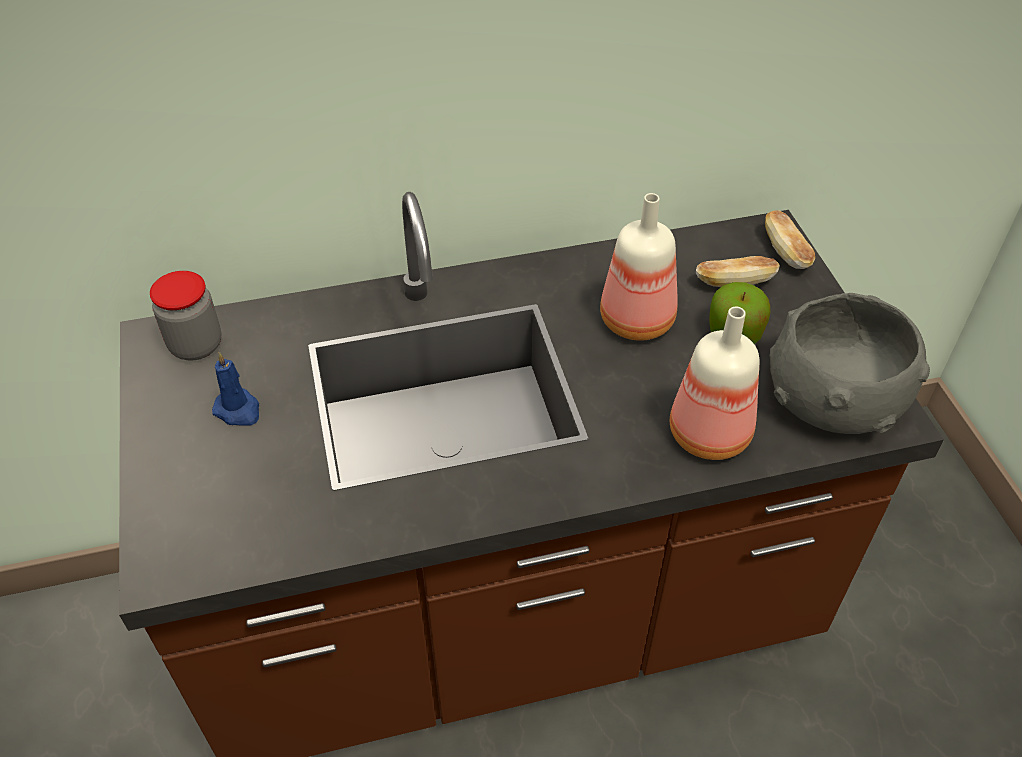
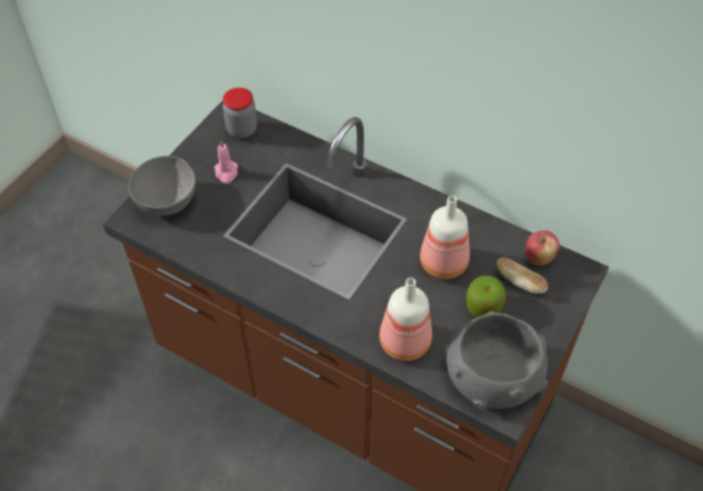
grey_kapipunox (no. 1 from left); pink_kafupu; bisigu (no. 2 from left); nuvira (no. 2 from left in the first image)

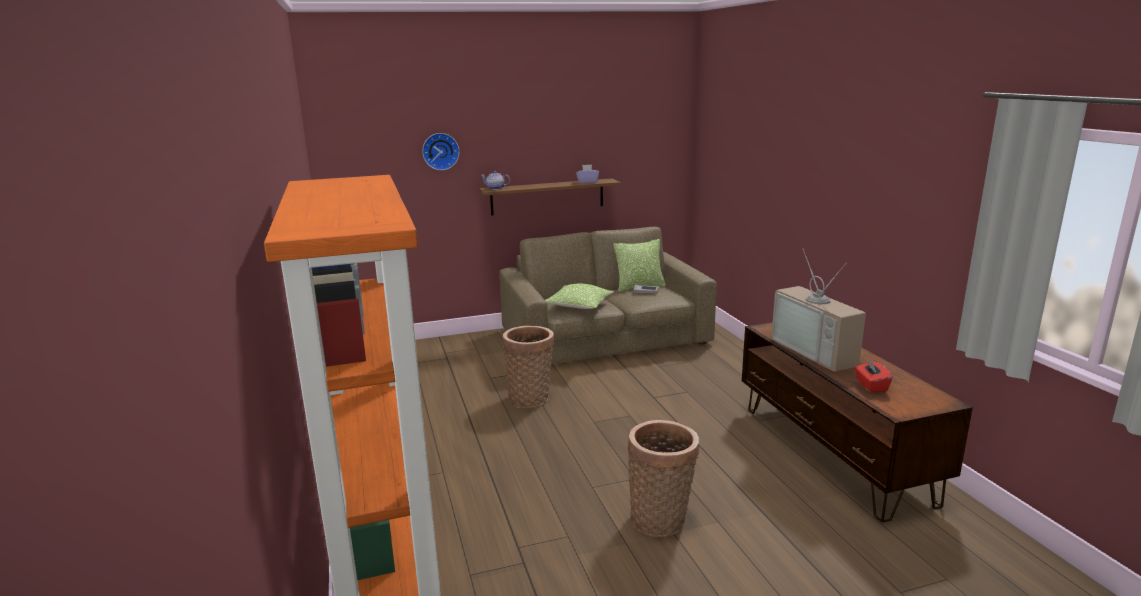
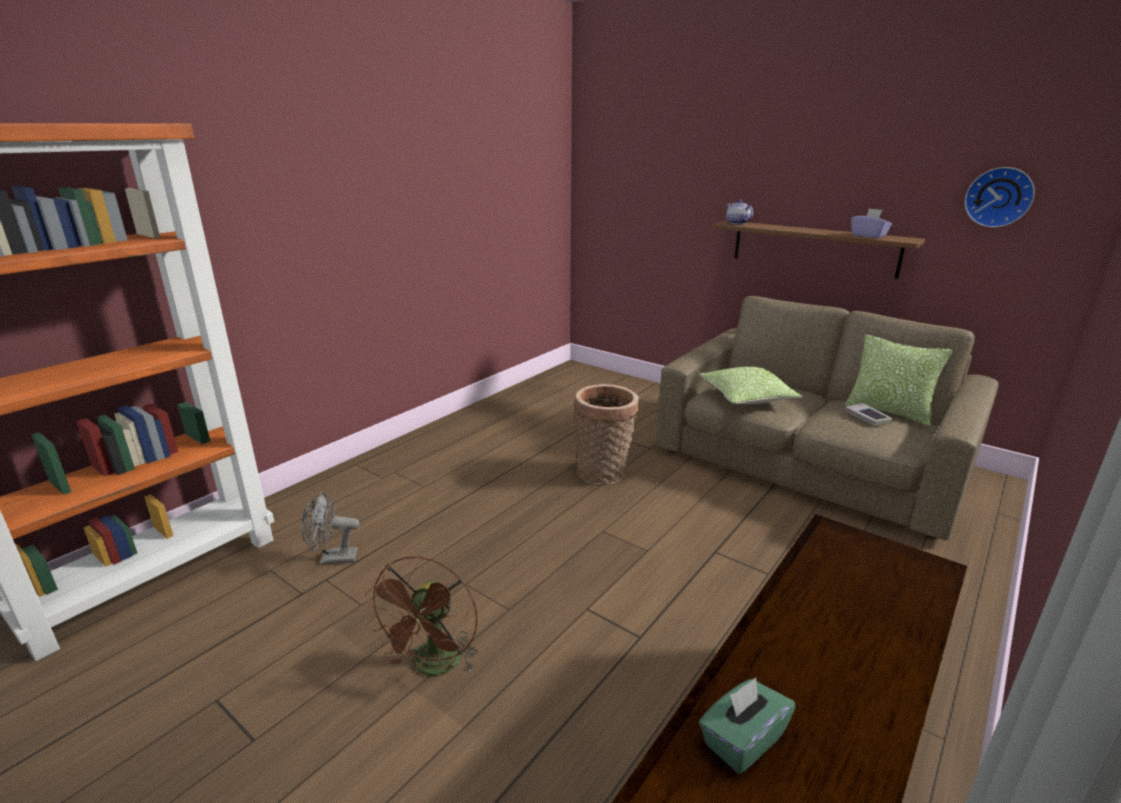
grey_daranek; brown_daranek; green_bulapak; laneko; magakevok

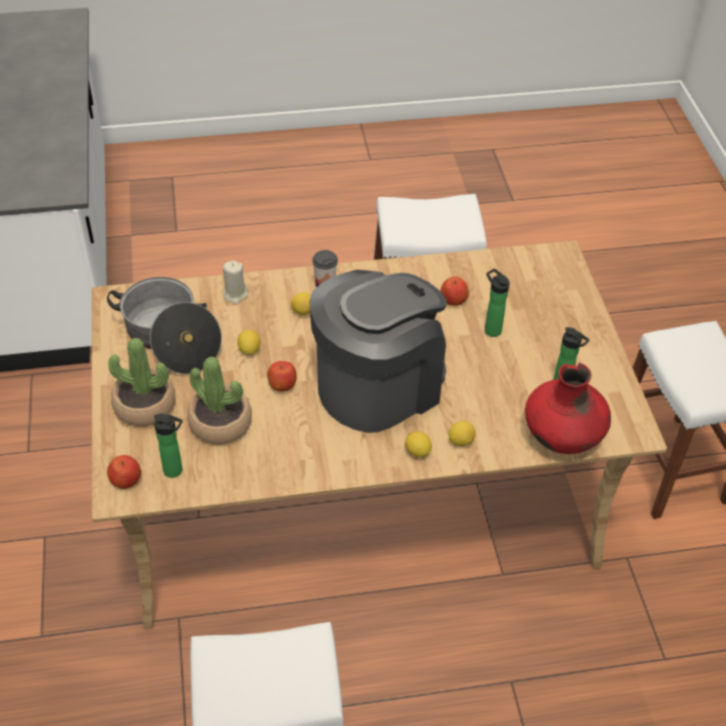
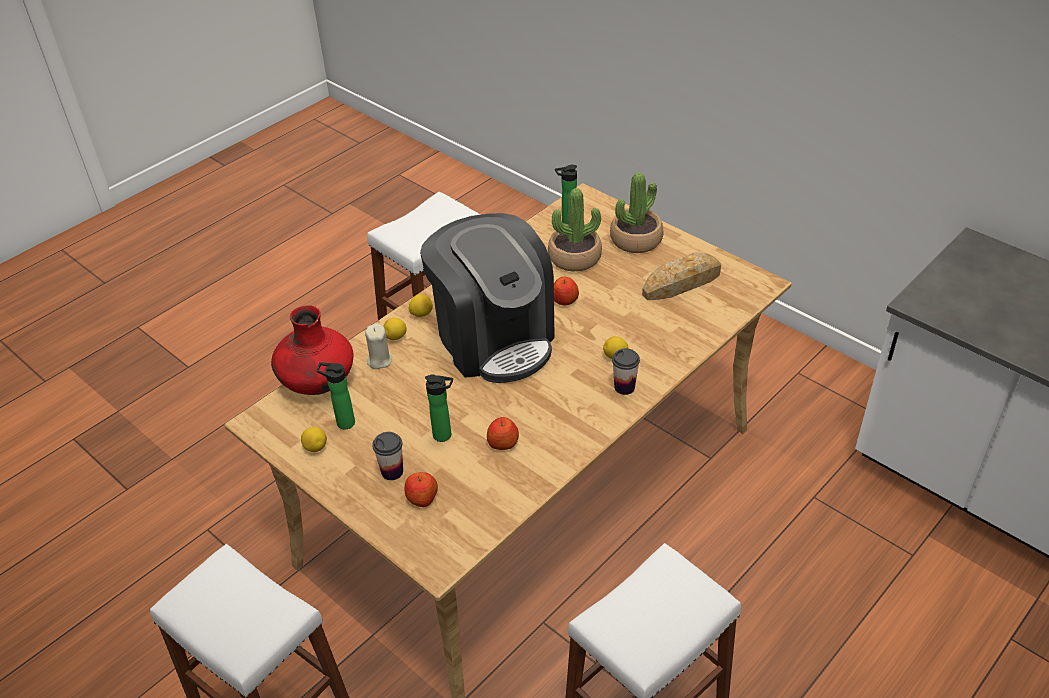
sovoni (no. 1 from left); beige_kafupu; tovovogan (no. 1 from left); bisigu (no. 1 from left); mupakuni; nuvira

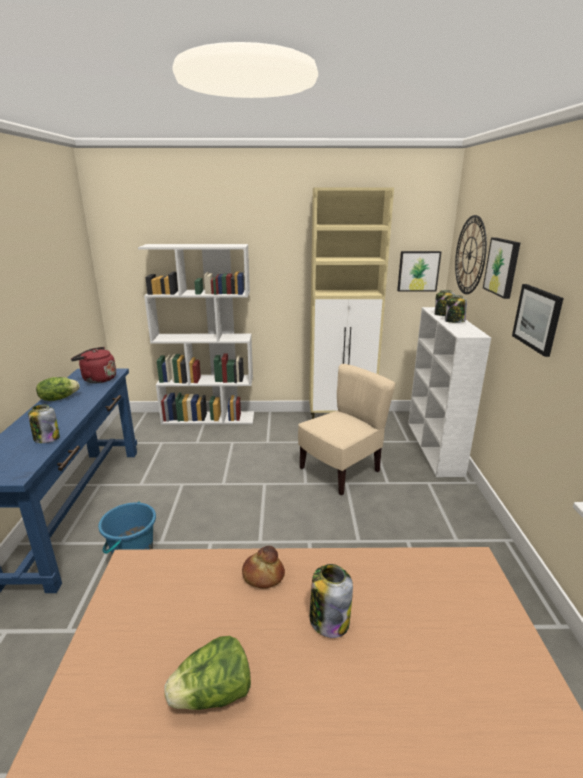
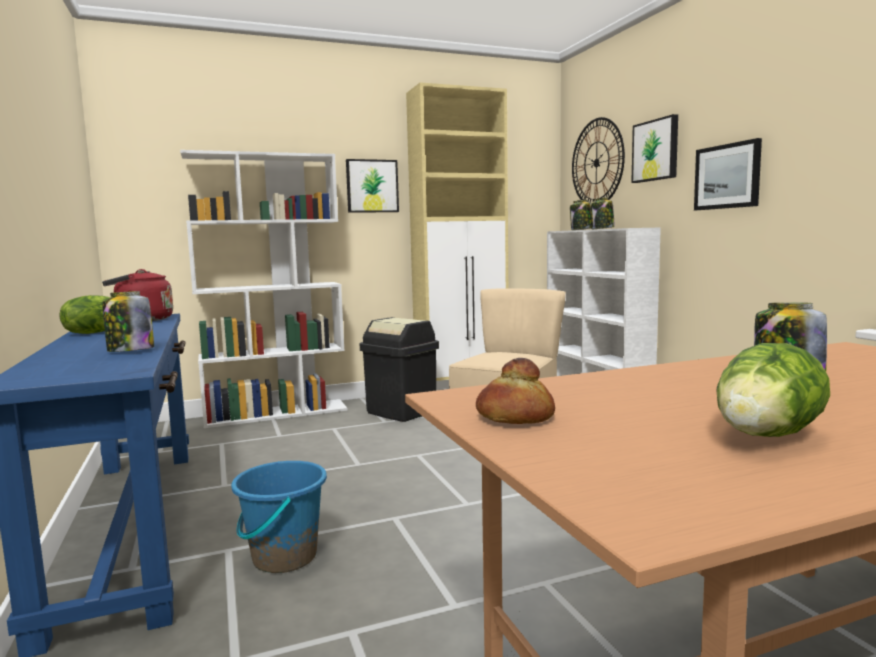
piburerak (no. 1 from left); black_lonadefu; nuvira

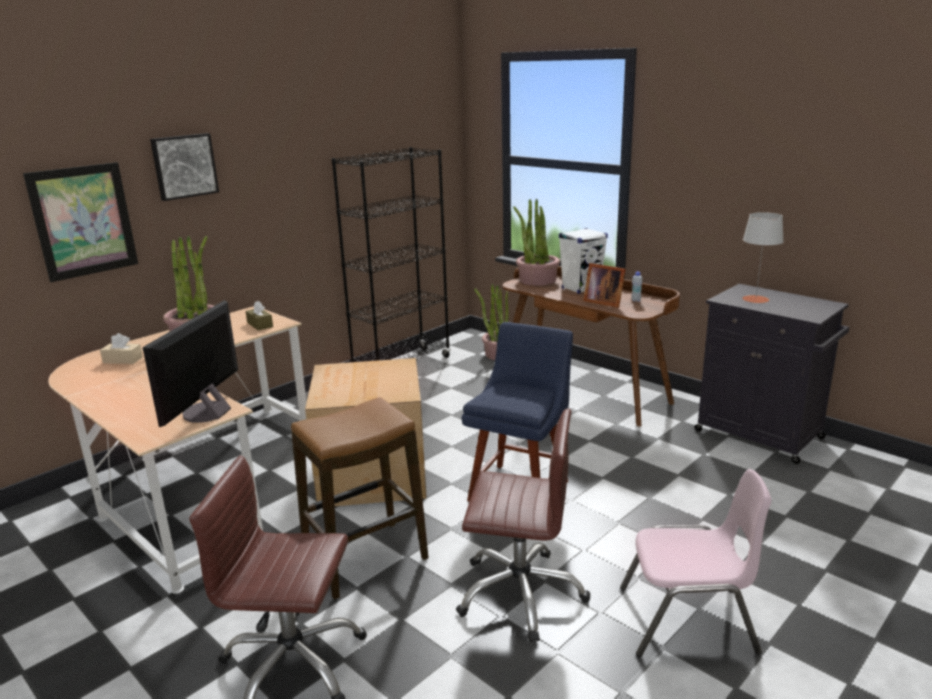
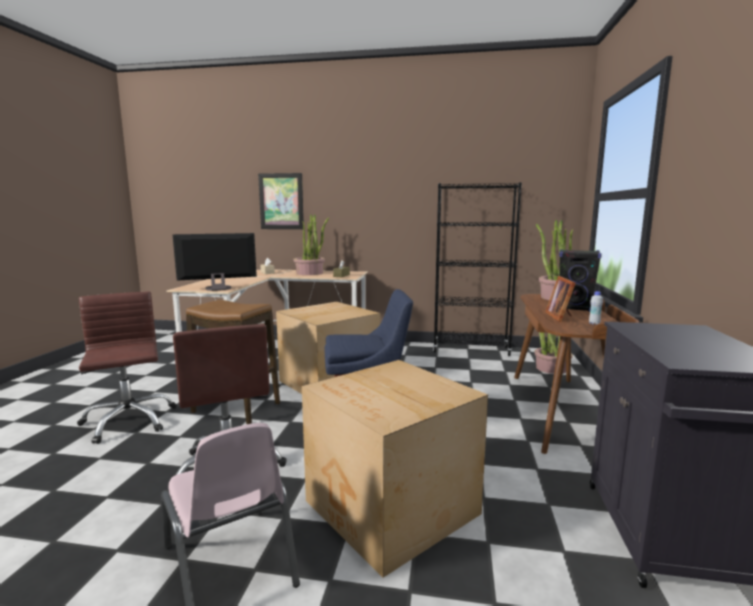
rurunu (no. 2 from left); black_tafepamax; piburerak (no. 2 from left in the first image); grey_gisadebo

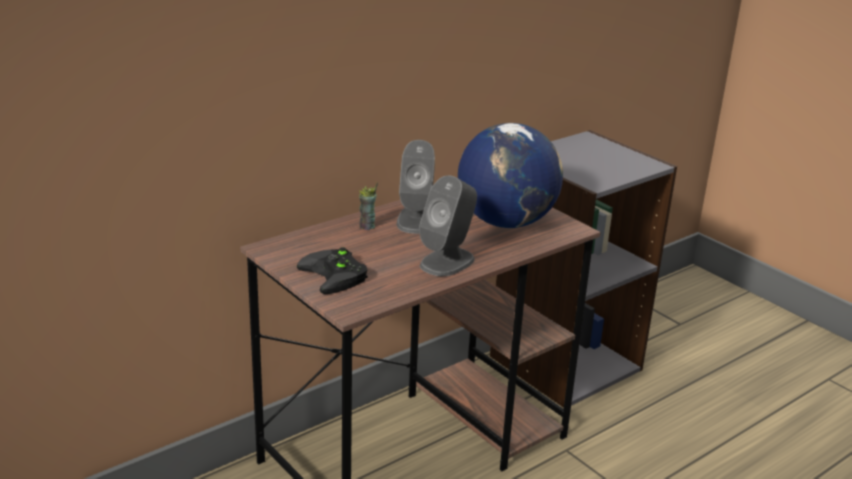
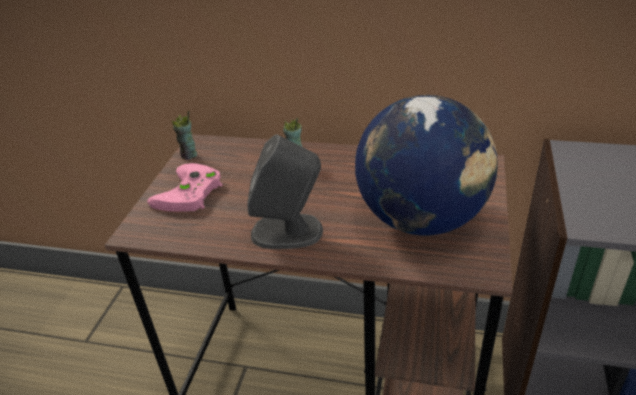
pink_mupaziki; tovovogan (no. 1 from left); grey_tafepamax (no. 1 from left in the first image)

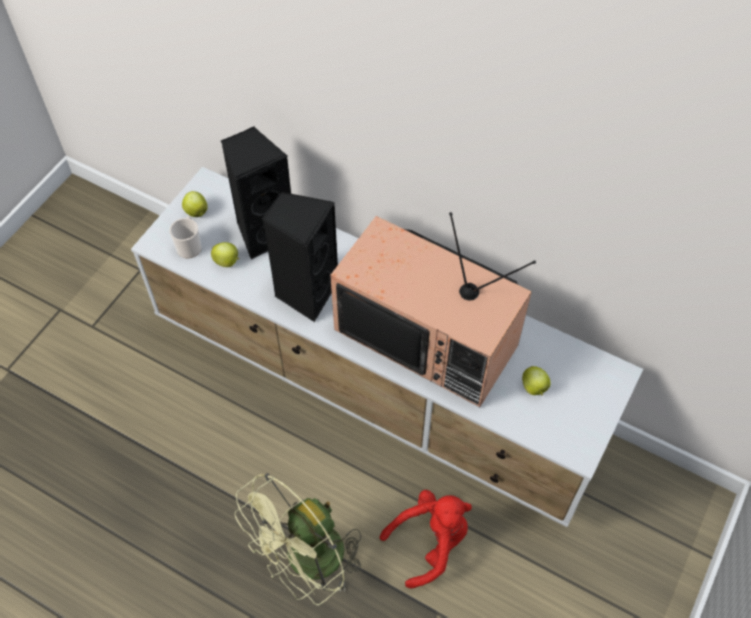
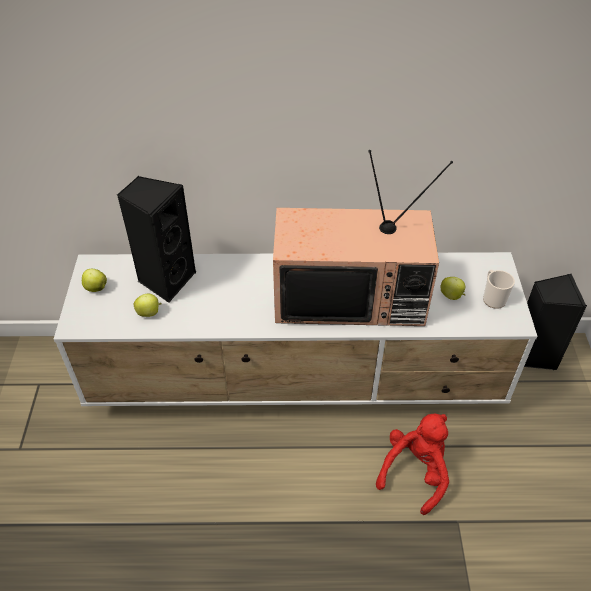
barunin; black_tafepamax (no. 2 from left); green_daranek

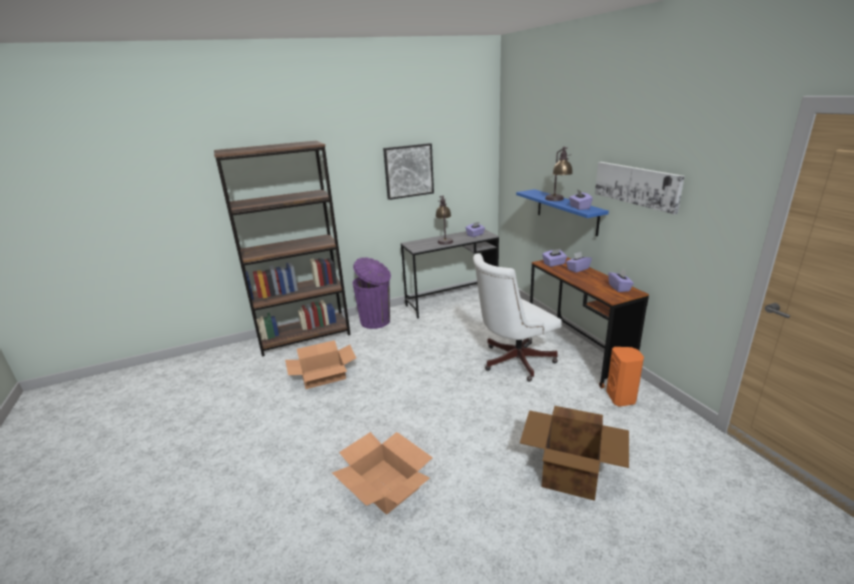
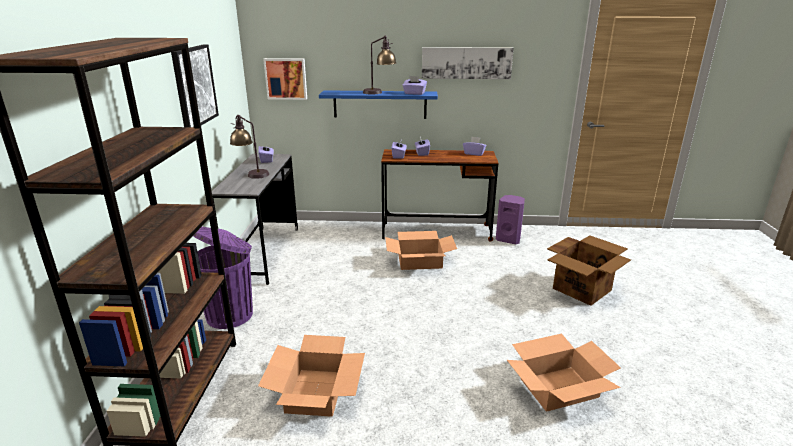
piburerak (no. 2 from left); rurunu (no. 2 from left); purple_tafepamax

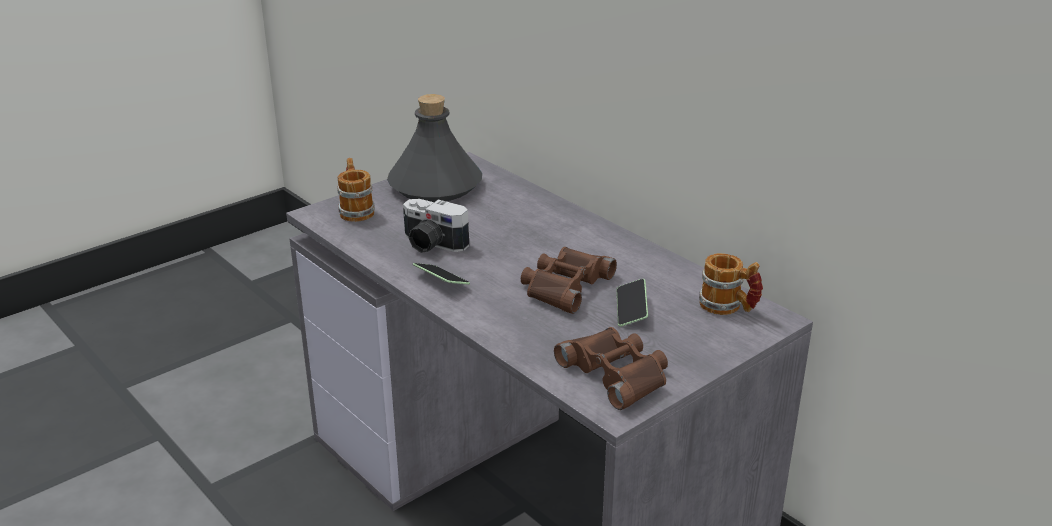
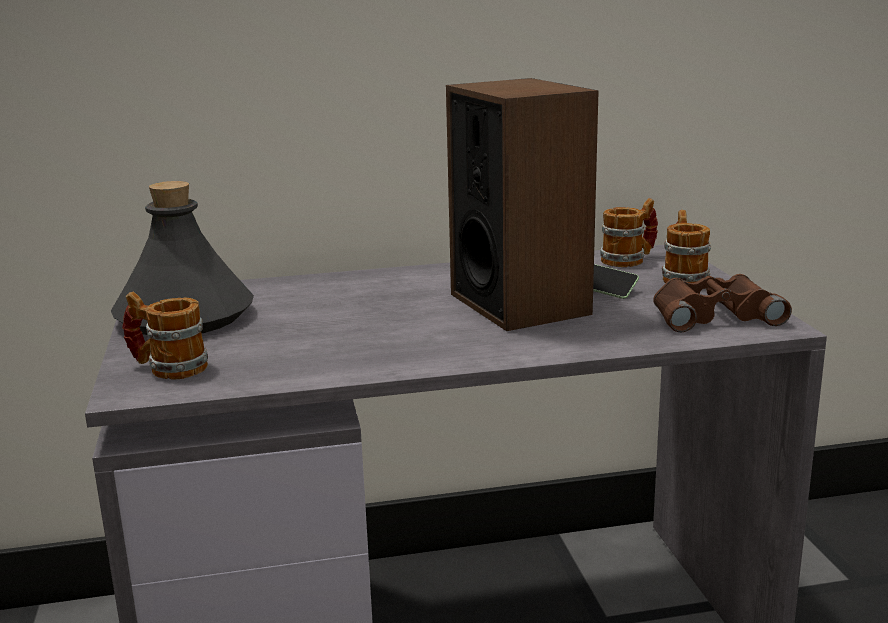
tafepamax; barunin (no. 3 from left); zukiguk; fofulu (no. 1 from left in the first image)

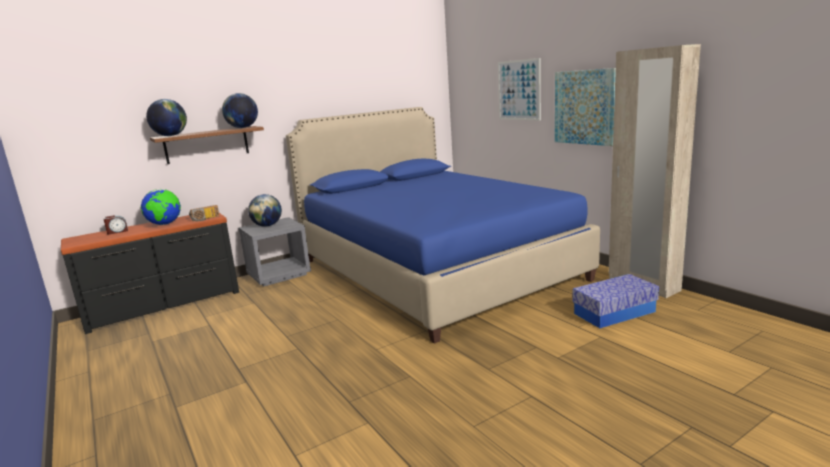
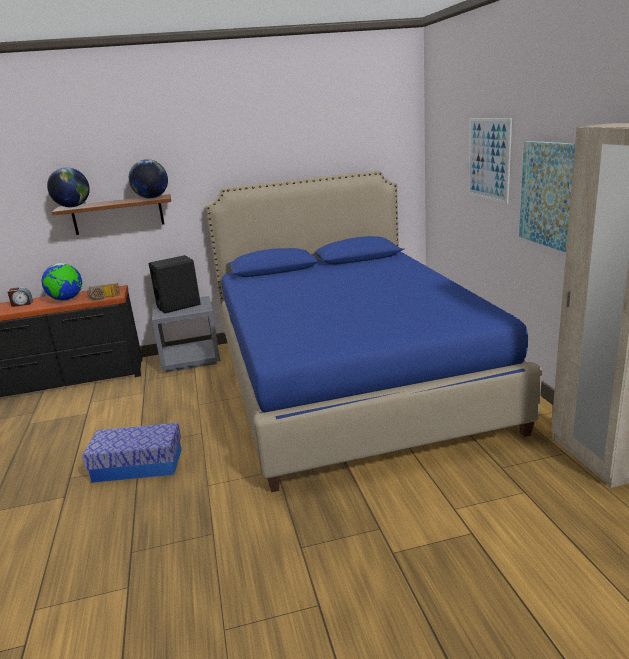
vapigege; black_tafepamax

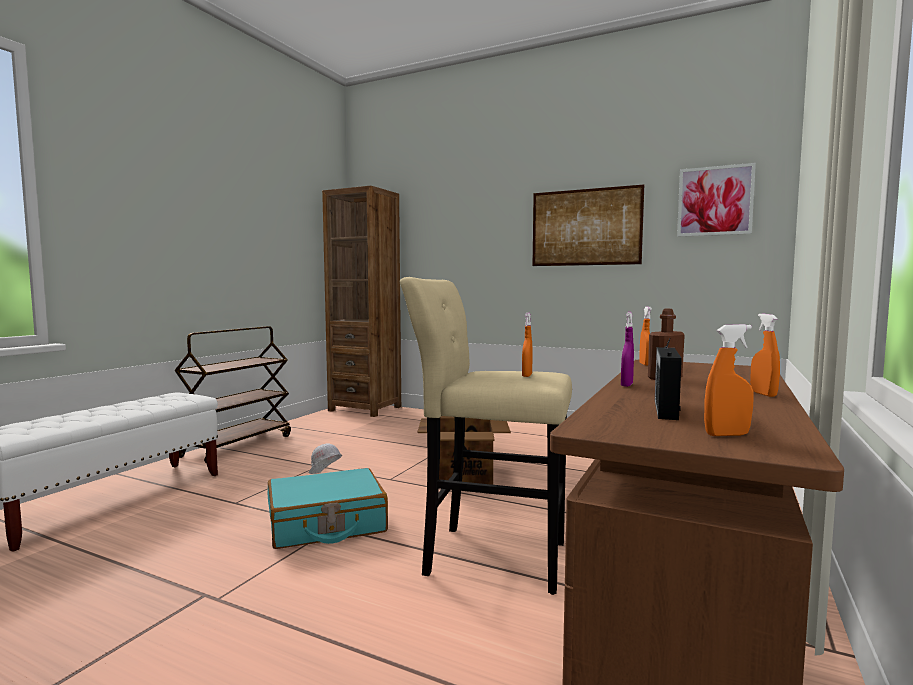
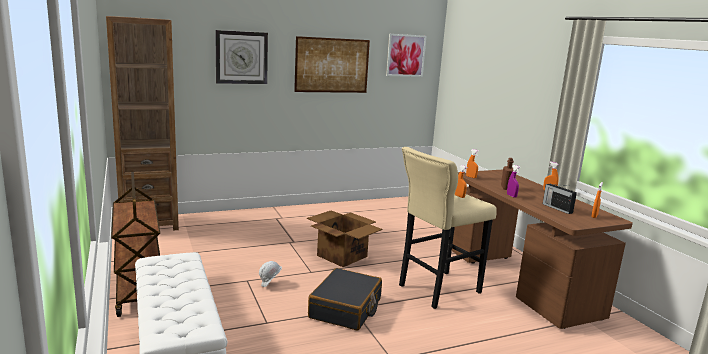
laneko; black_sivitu

